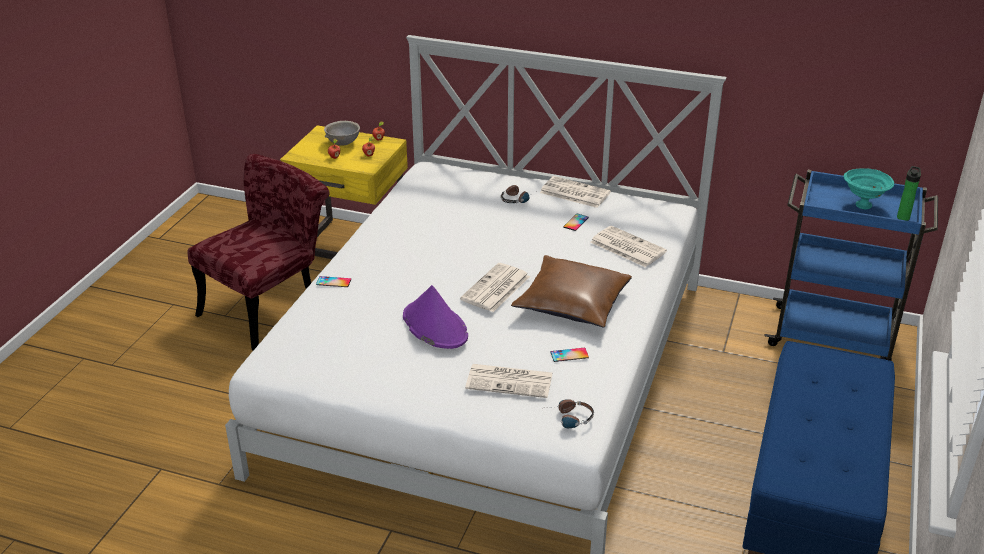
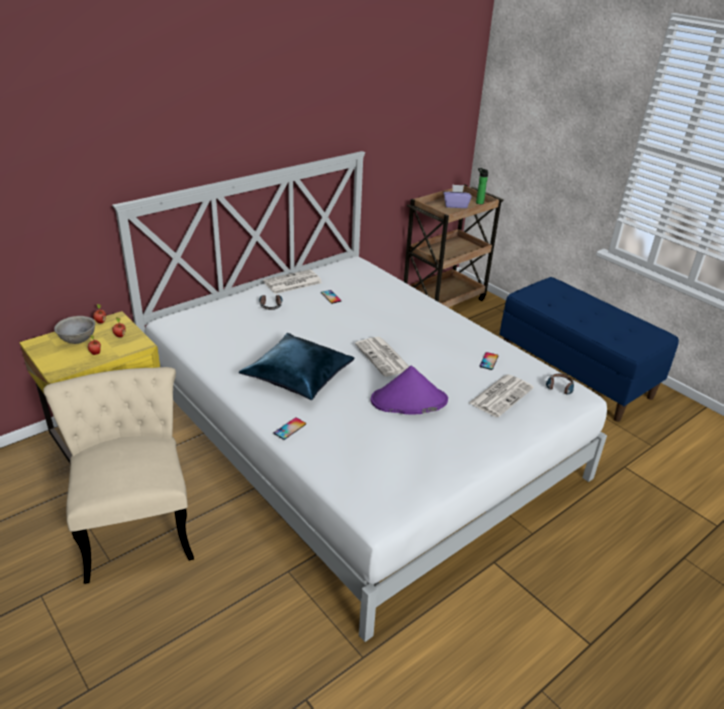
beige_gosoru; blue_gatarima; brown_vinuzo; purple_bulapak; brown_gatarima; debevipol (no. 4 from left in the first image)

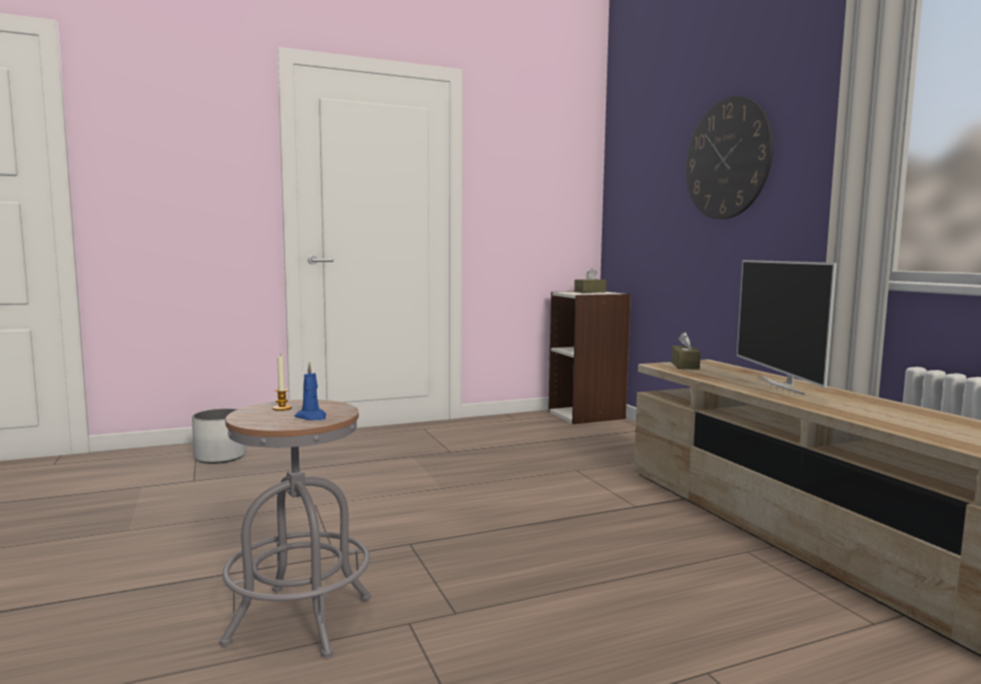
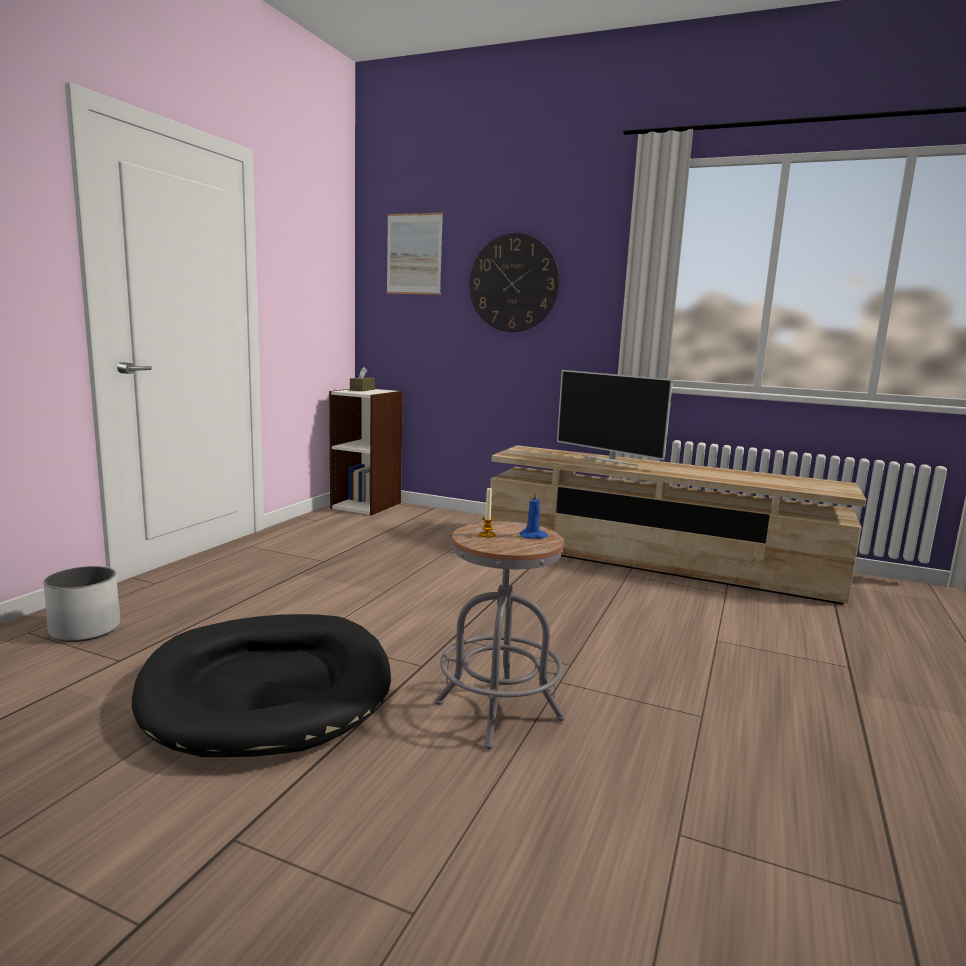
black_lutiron; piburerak; brown_bulapak (no. 2 from left in the first image)

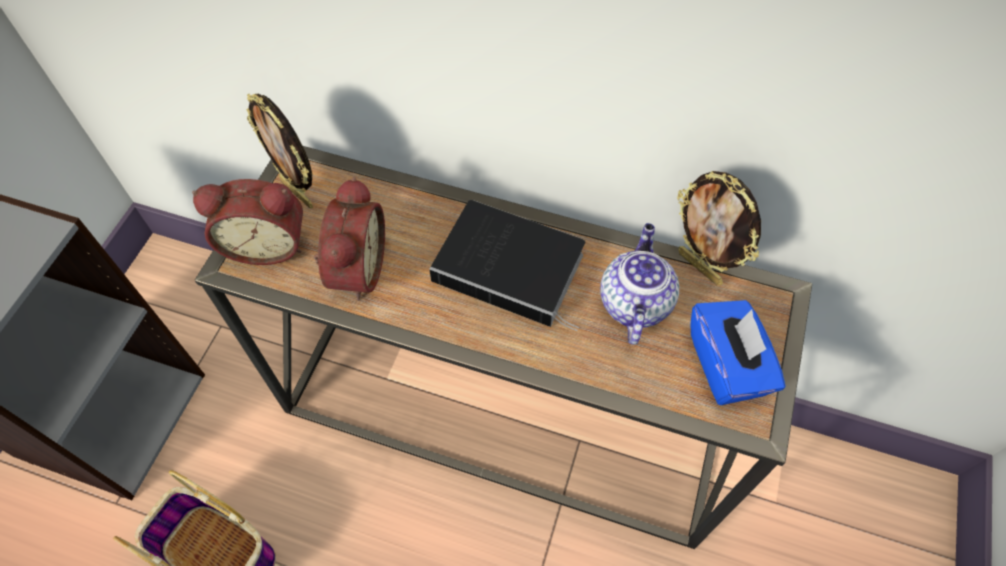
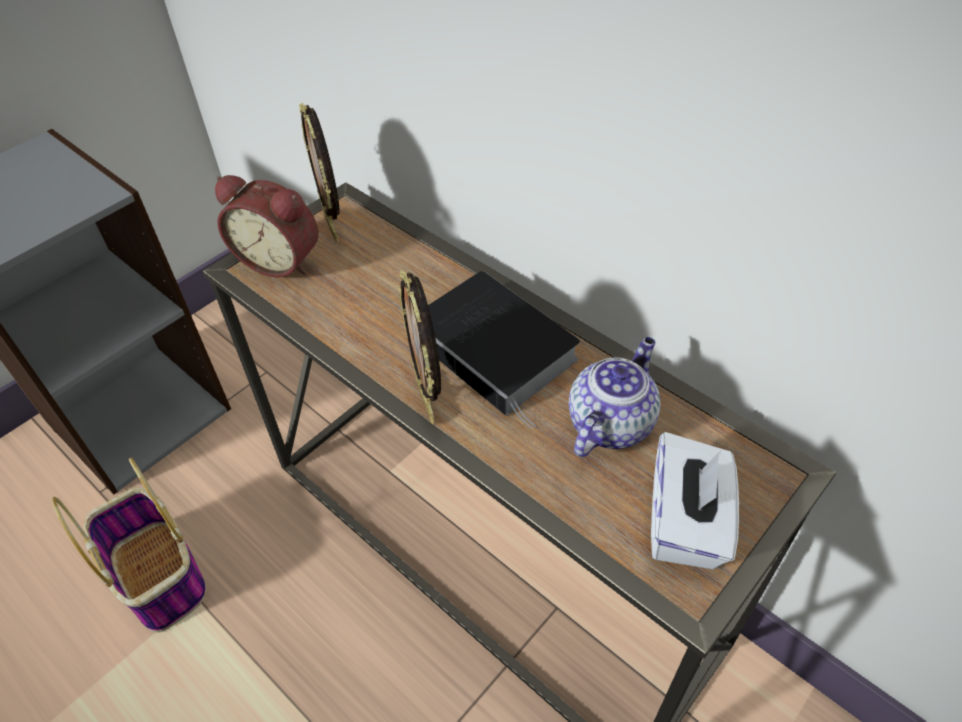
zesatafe (no. 2 from left); white_bulapak; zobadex (no. 2 from left in the first image)

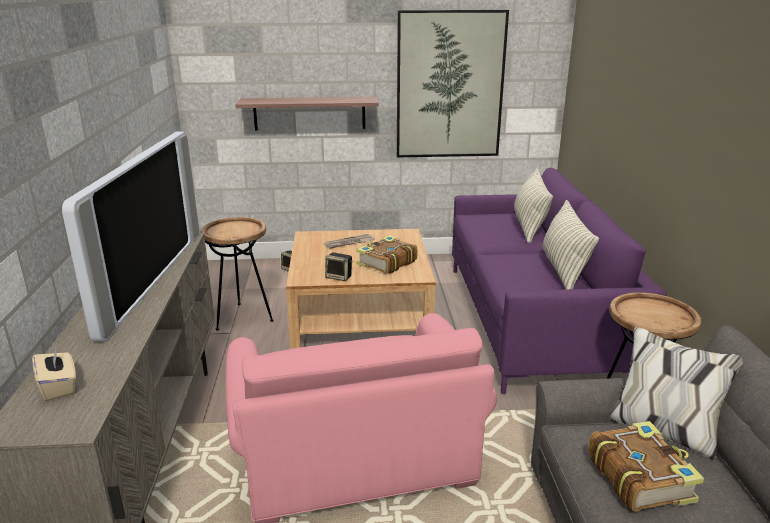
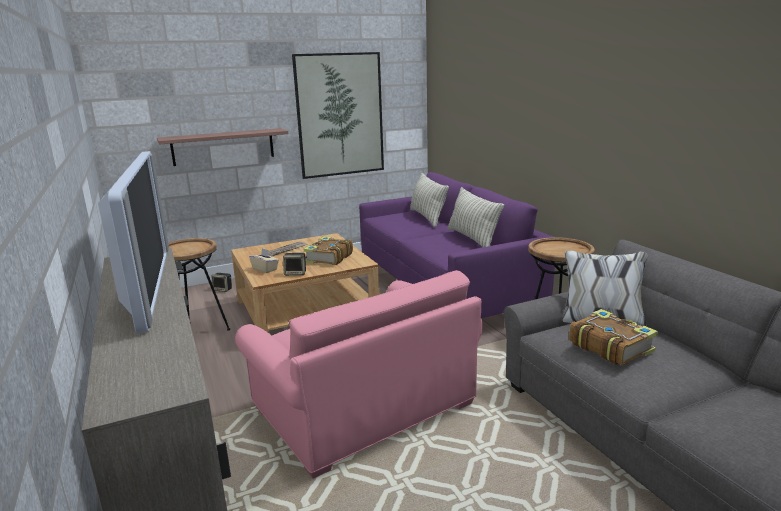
beige_bulapak

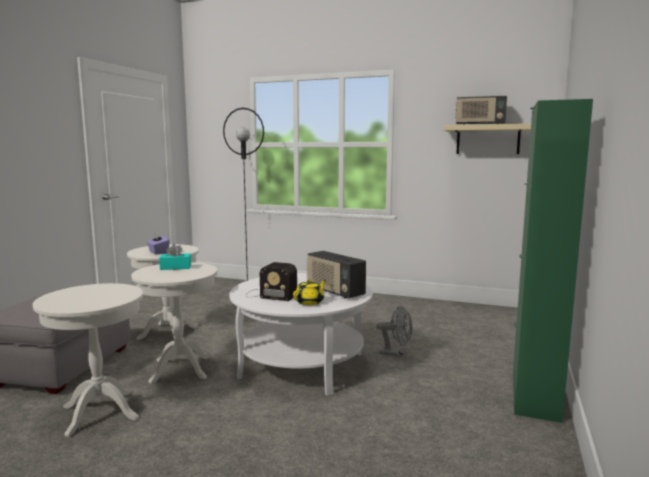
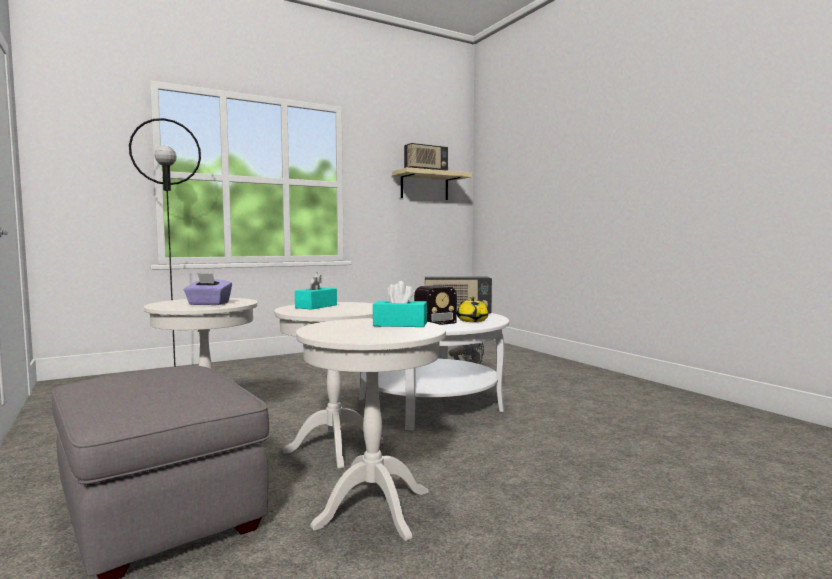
turquoise_bulapak (no. 2 from left); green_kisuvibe

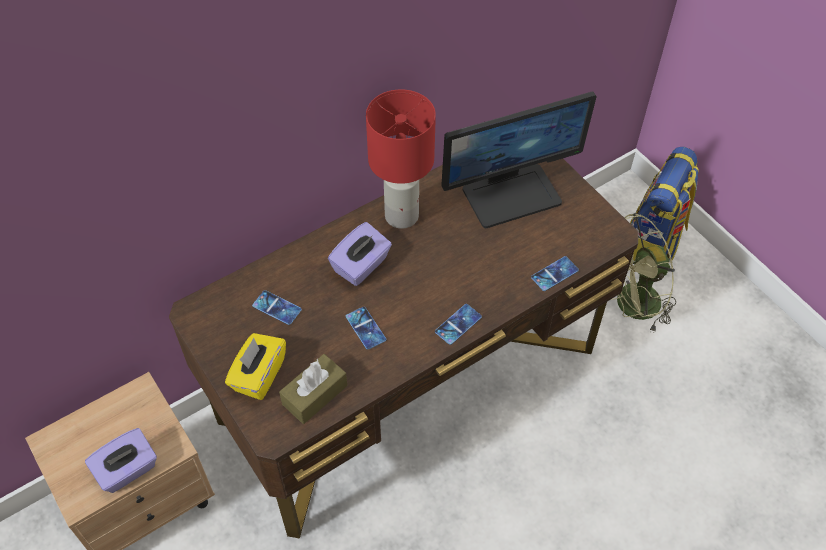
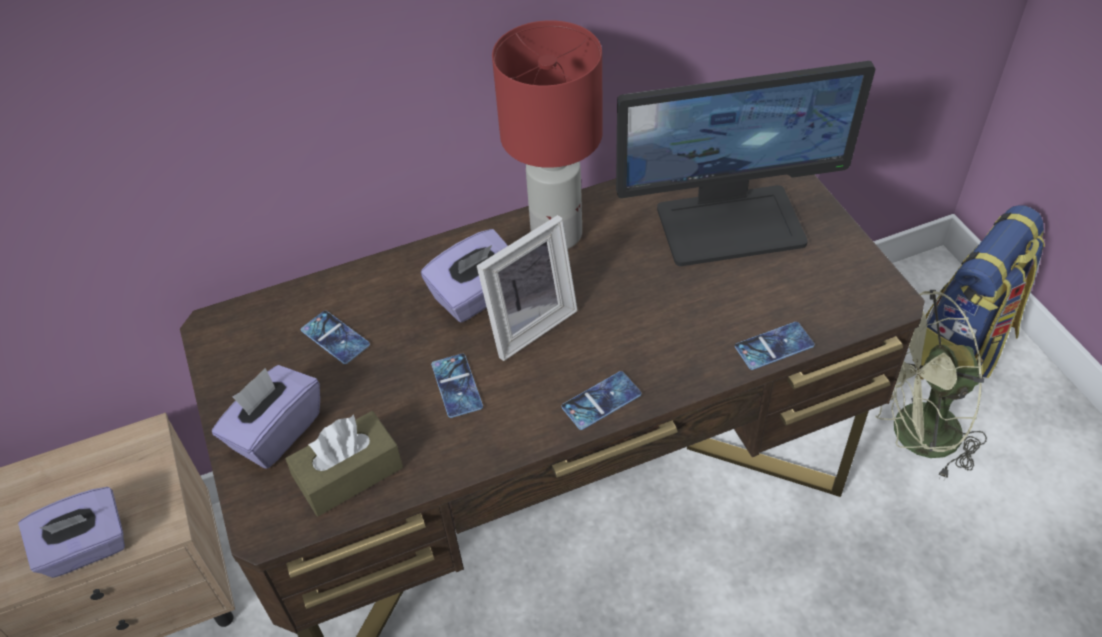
purple_bulapak (no. 2 from left); zesatafe

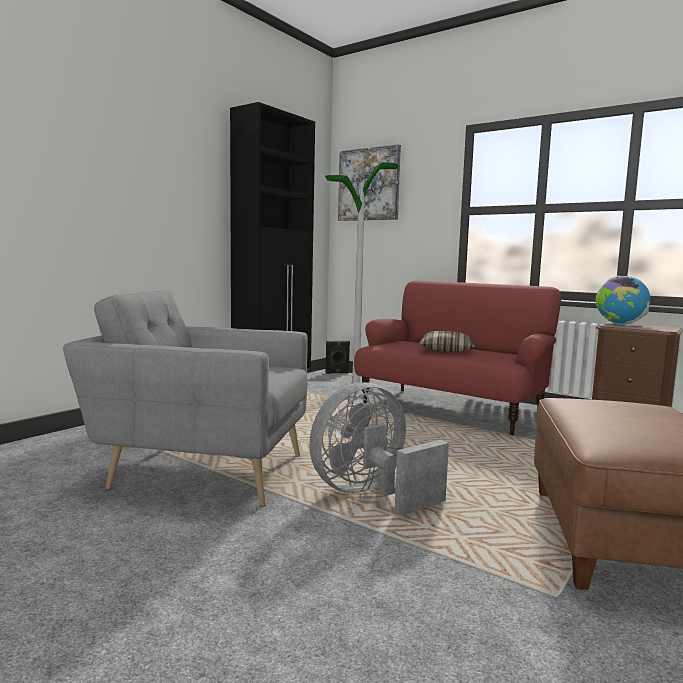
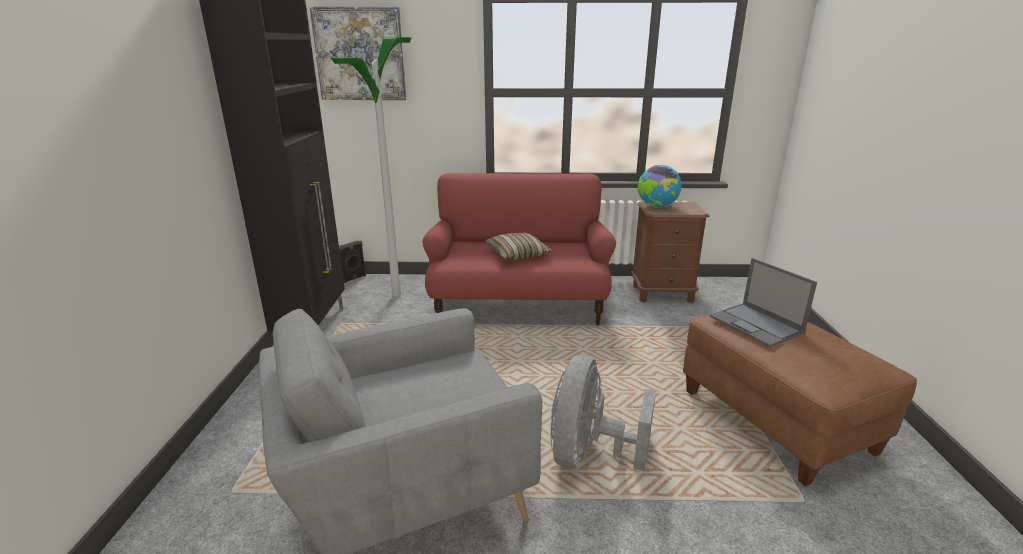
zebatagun

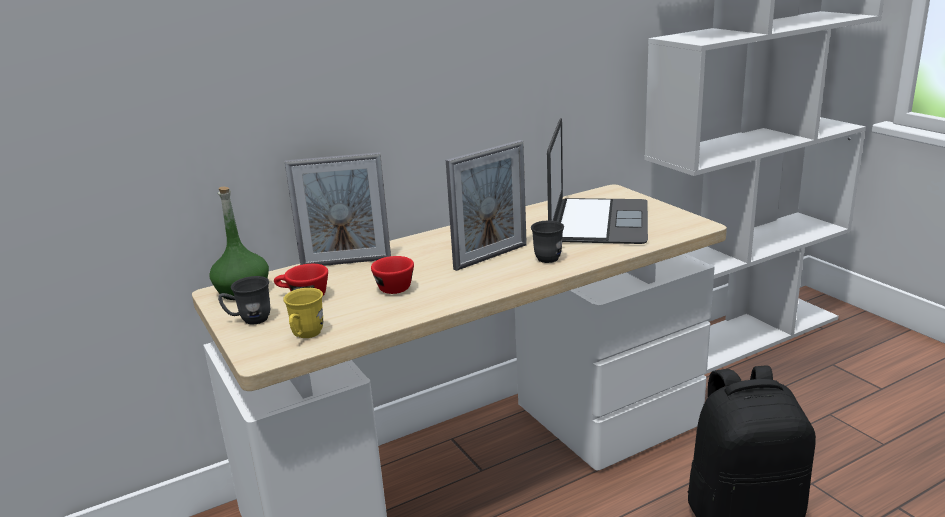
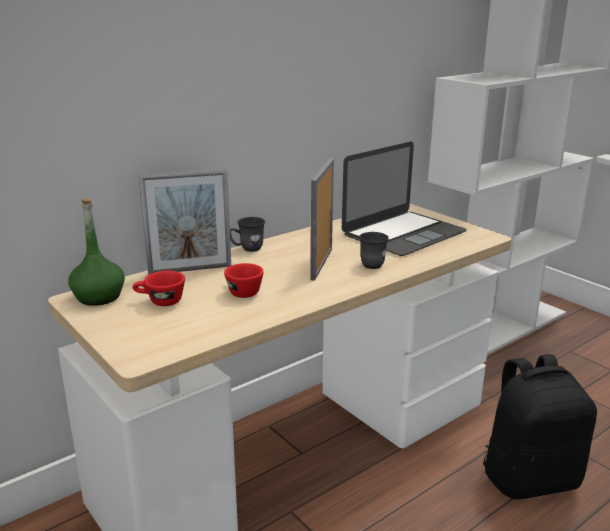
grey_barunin (no. 1 from left); zesatafe (no. 2 from left); zebatagun; yellow_barunin

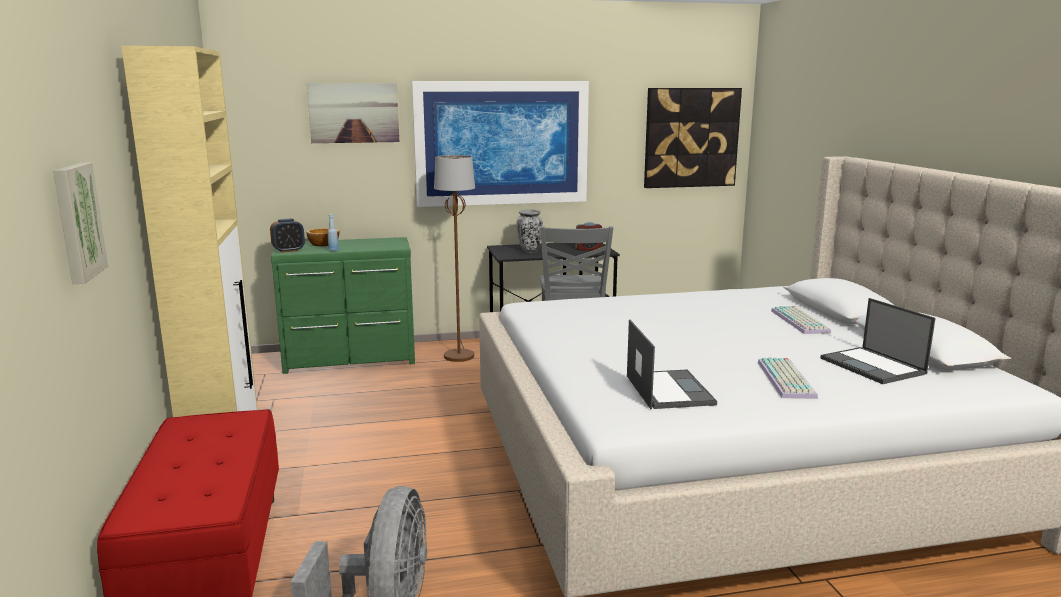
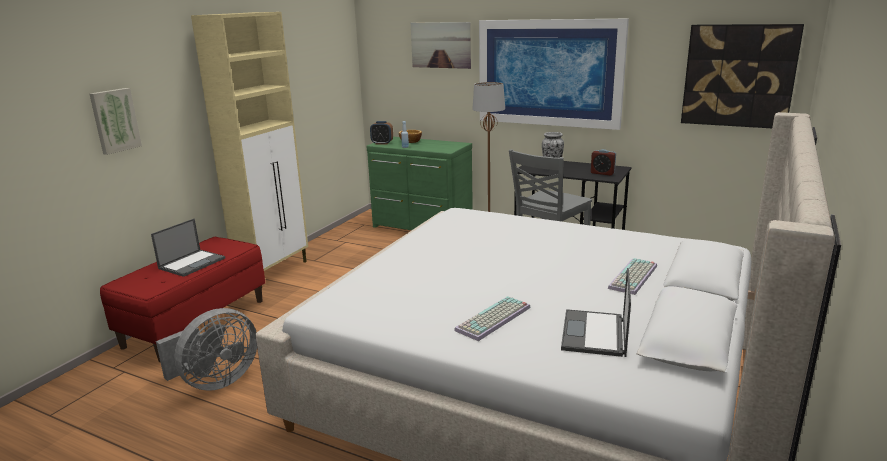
zebatagun (no. 1 from left)

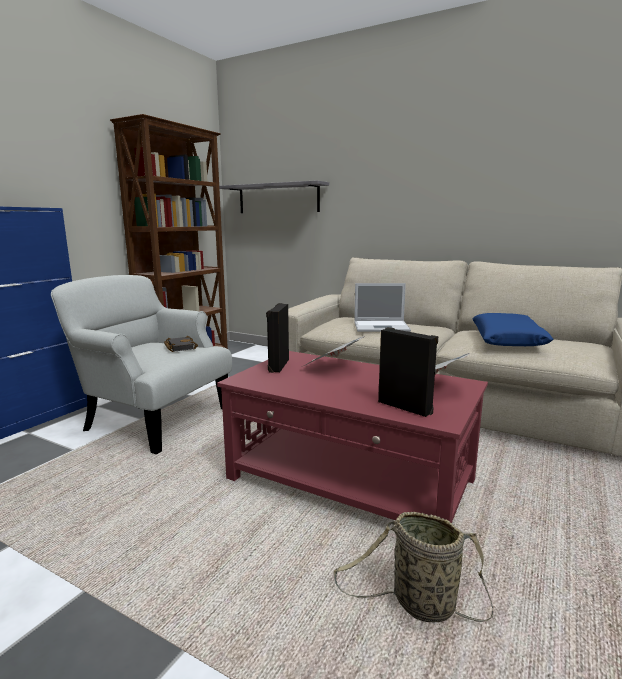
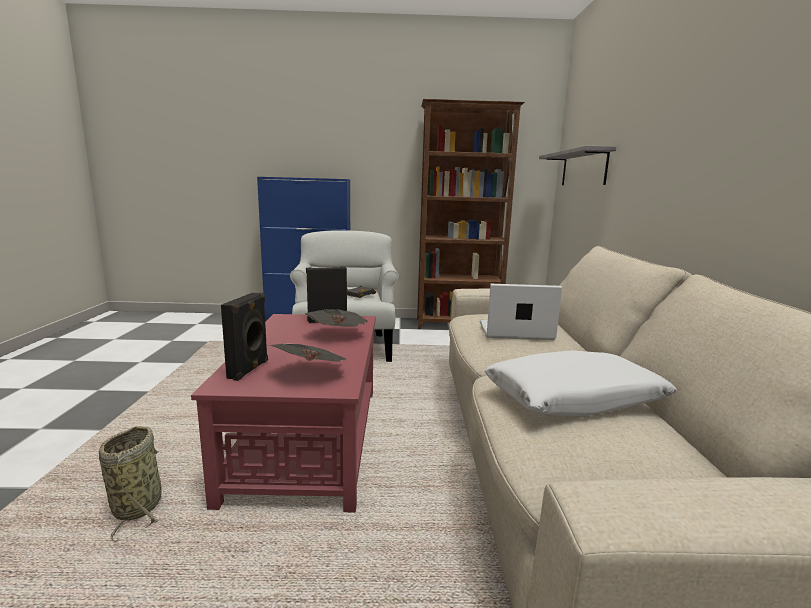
zebatagun; white_gatarima

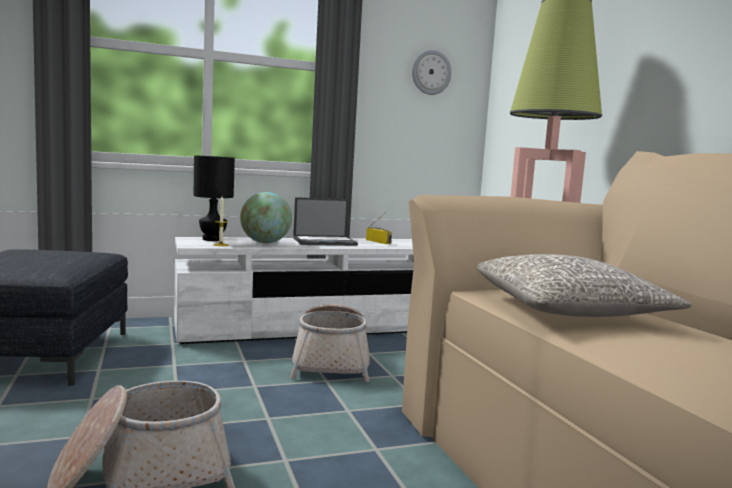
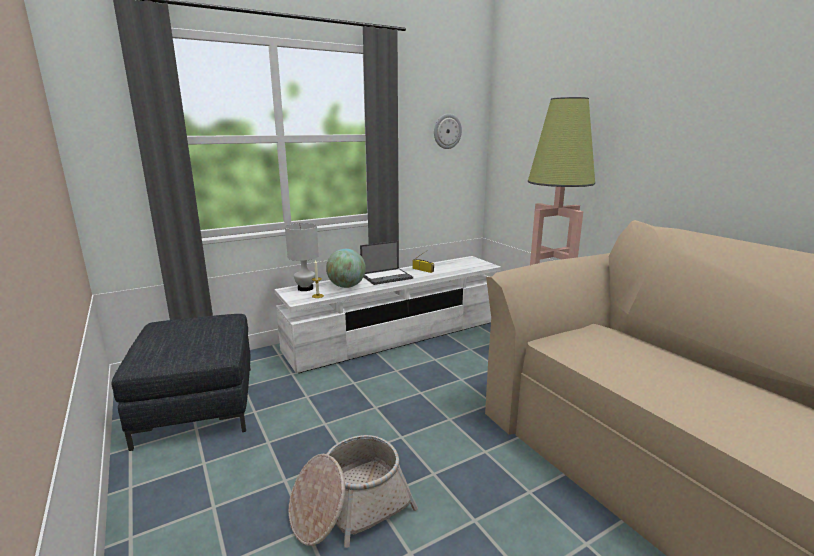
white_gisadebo; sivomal (no. 2 from left in the first image); grey_gatarima

